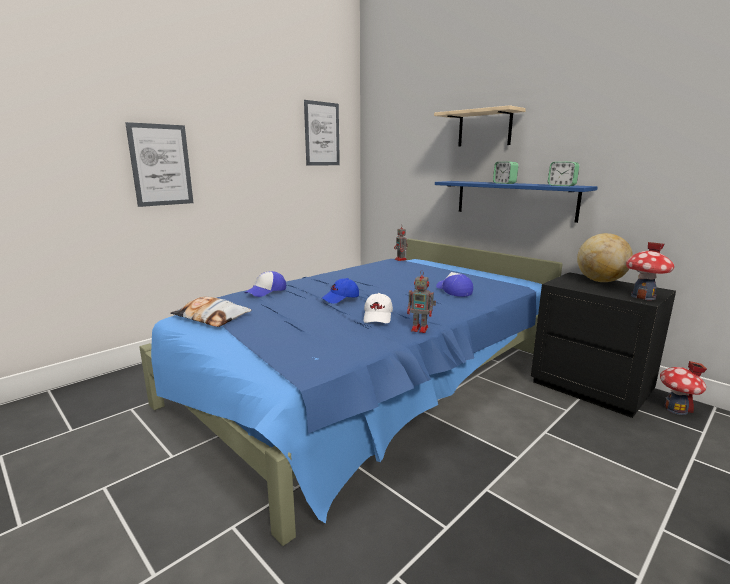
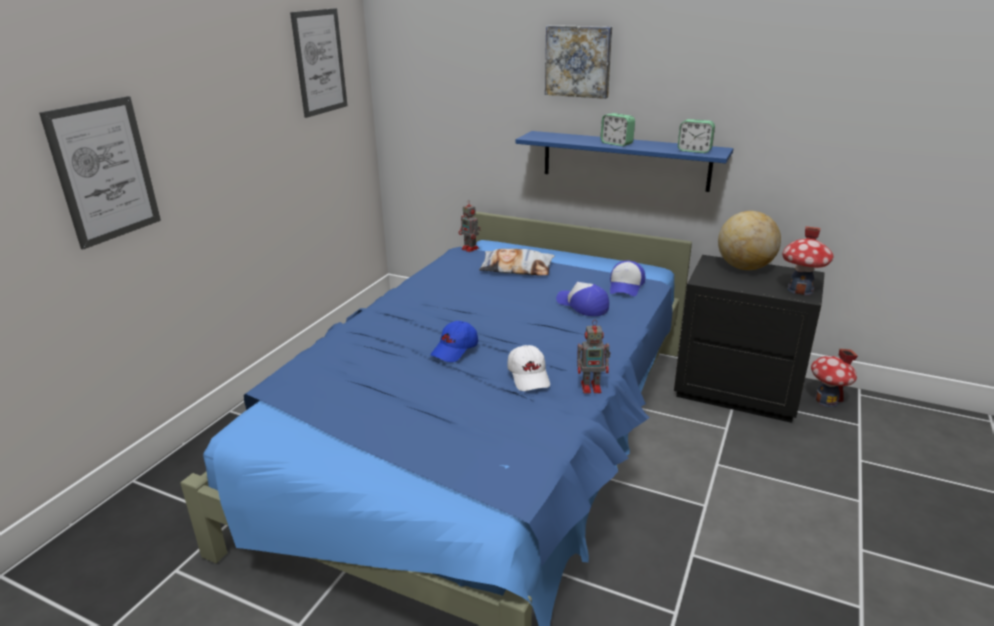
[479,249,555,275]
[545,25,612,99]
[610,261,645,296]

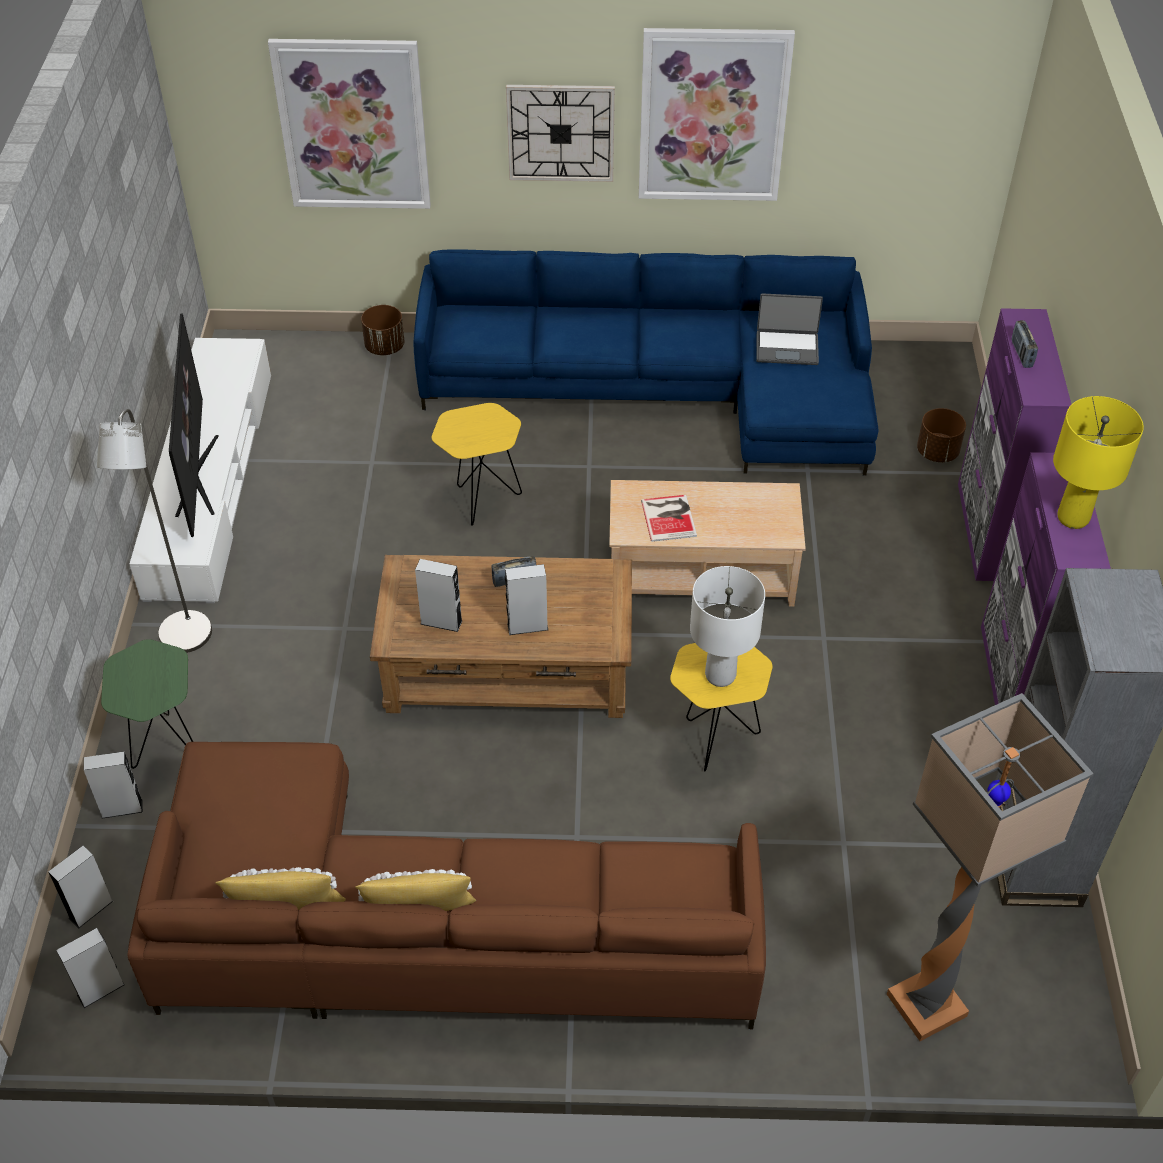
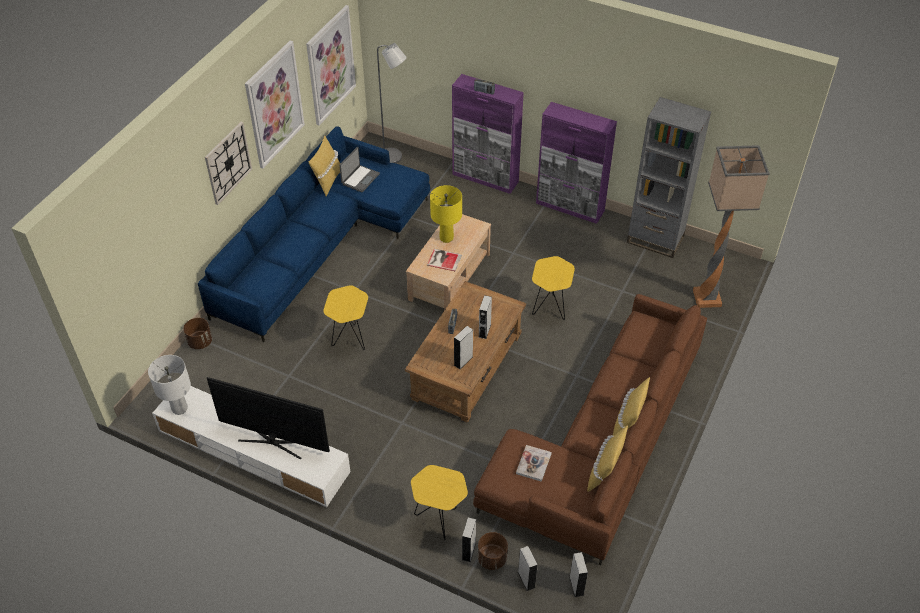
[148,355,191,415]
[306,5,356,125]
[308,136,340,196]
[377,43,407,163]
[411,465,468,540]
[430,185,462,243]
[478,532,508,570]
[516,445,552,482]

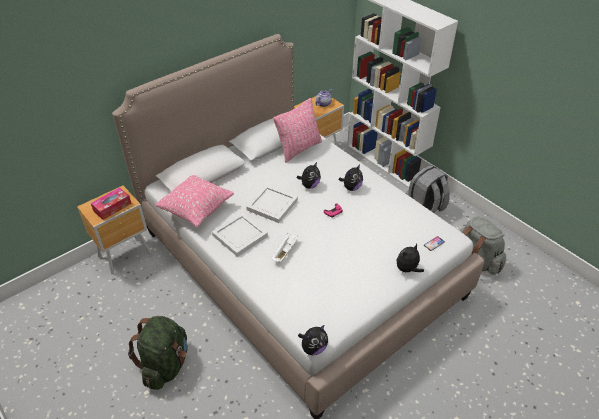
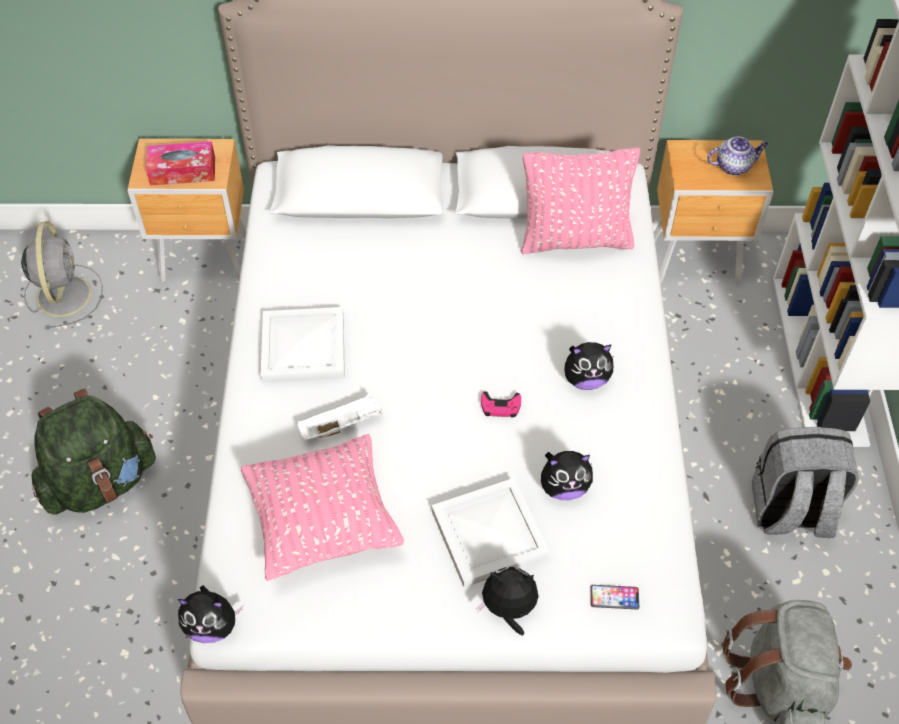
[21,221,103,329]
[241,434,404,581]
[432,478,550,588]
[541,451,593,500]

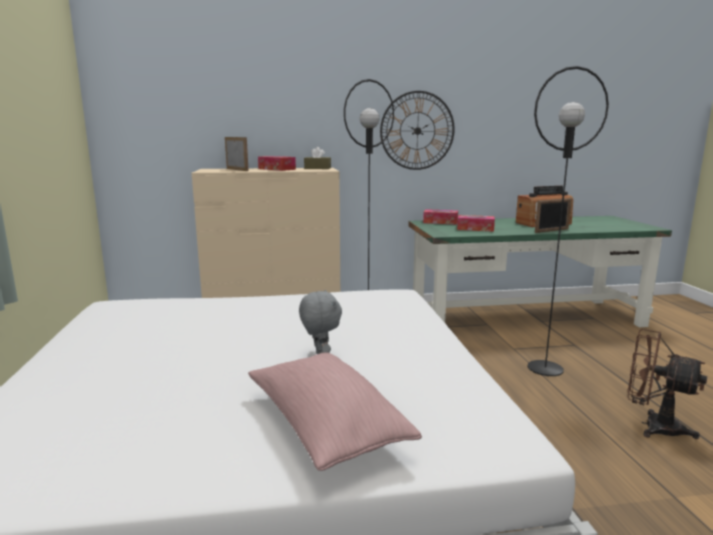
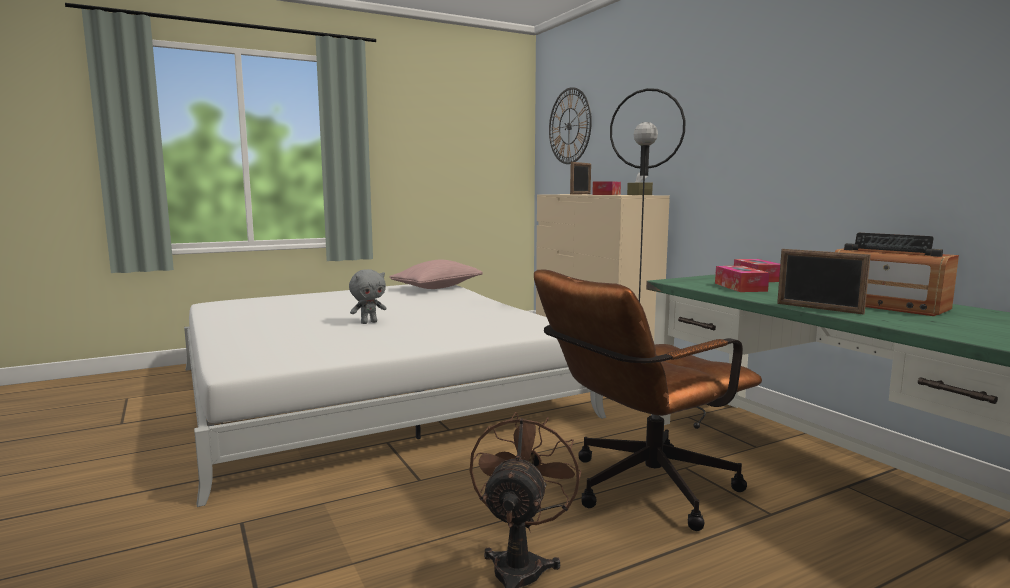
[390,260,483,289]
[534,270,762,531]
[549,87,592,164]

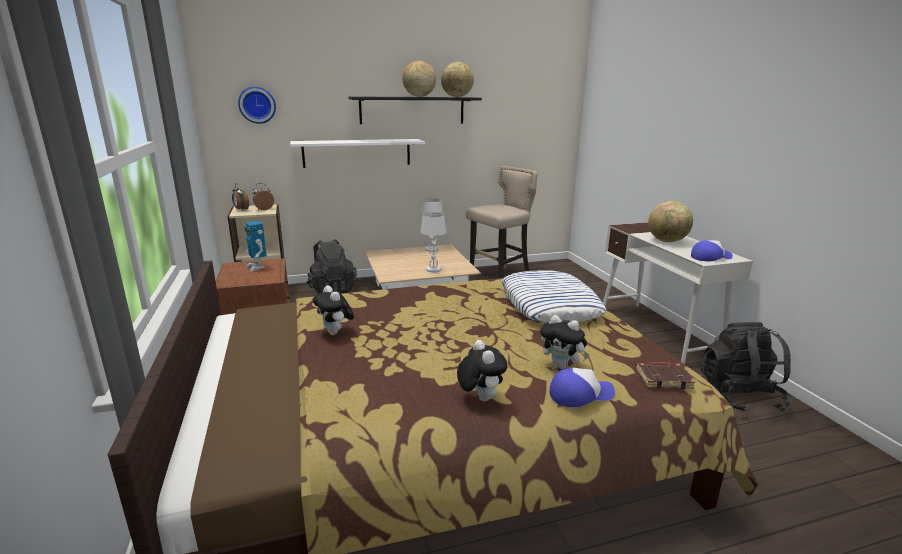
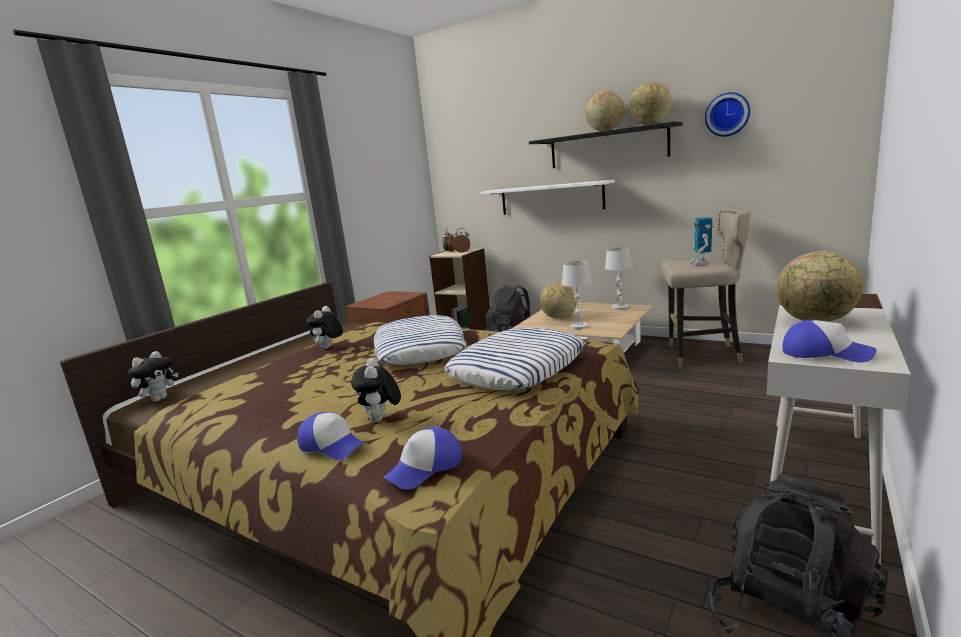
[128,351,178,402]
[374,315,466,365]
[383,427,462,490]
[540,282,577,319]
[689,217,712,265]
[705,92,750,137]

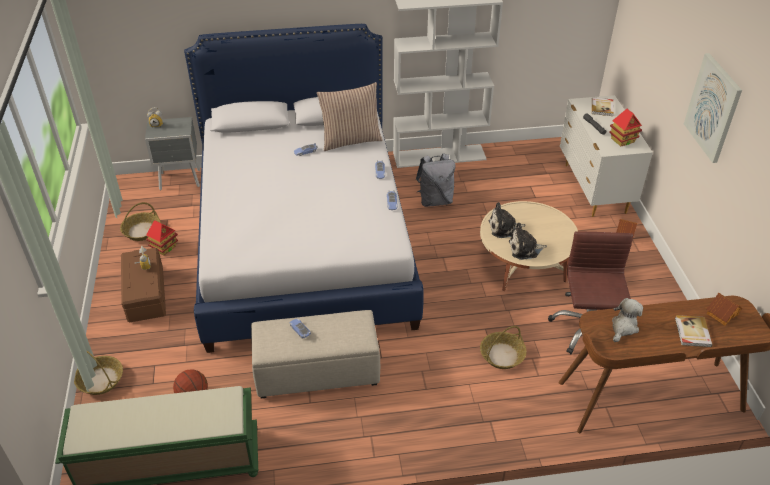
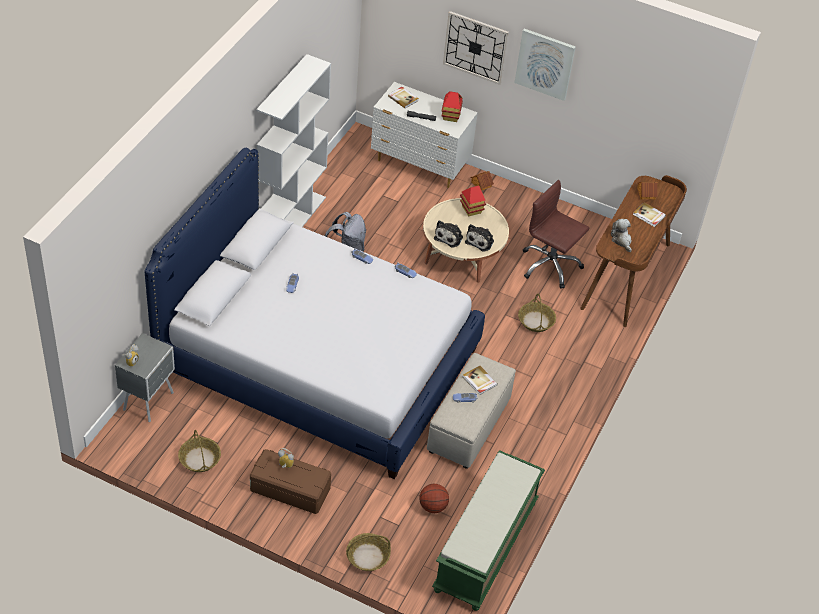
[443,11,509,85]
[460,186,486,216]
[463,366,498,395]
[317,82,383,151] (first image)

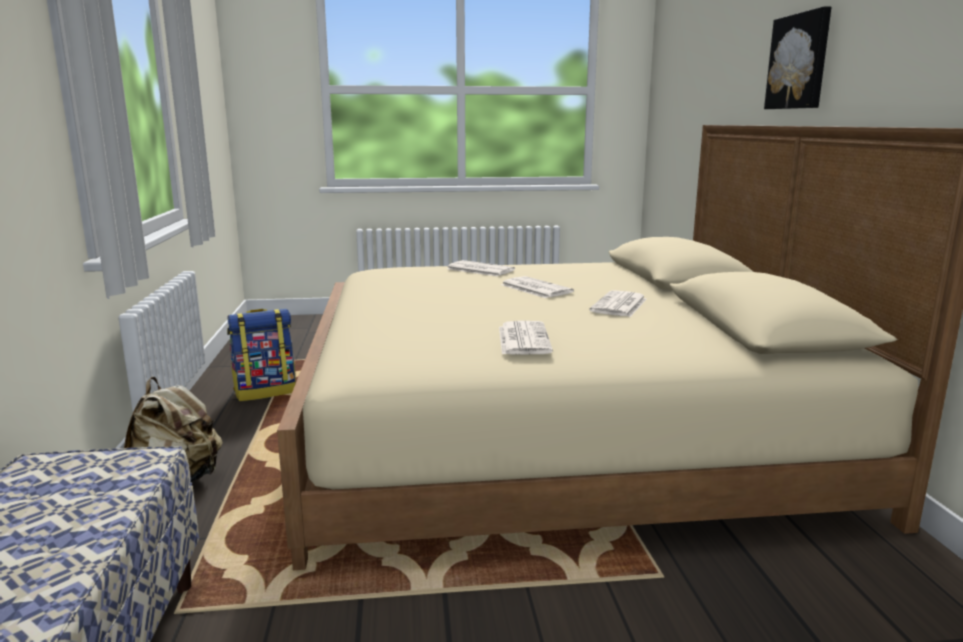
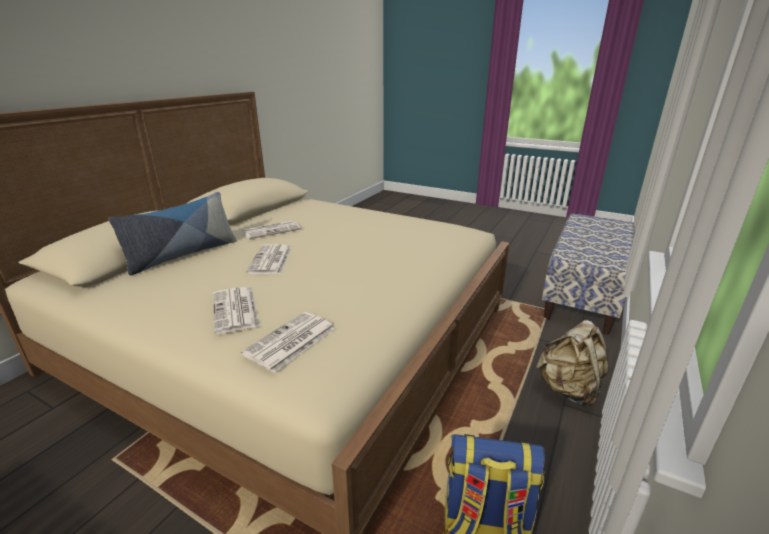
[108,192,237,275]
[241,312,335,373]
[764,6,831,109] (first image)

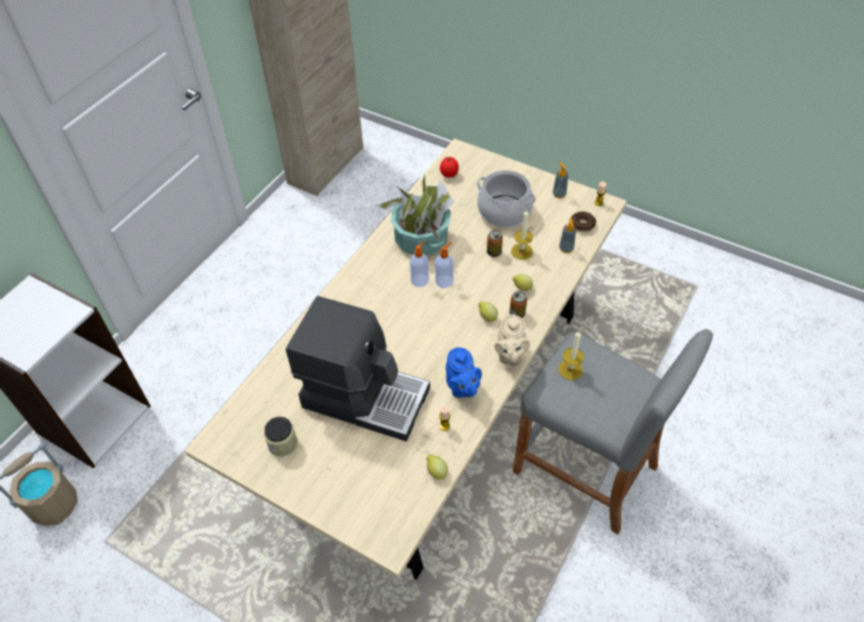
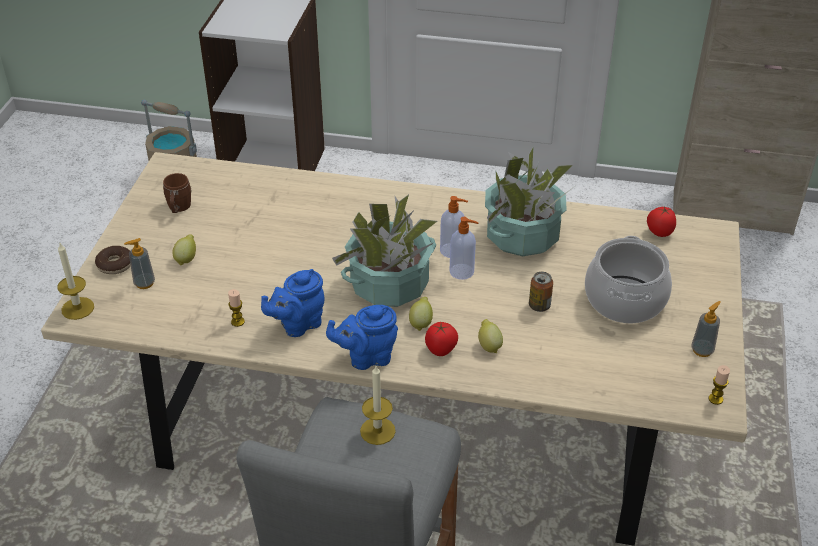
[57,243,94,320]
[95,246,131,274]
[124,238,155,289]
[163,173,192,213]
[172,234,196,265]
[326,305,398,370]
[332,194,437,307]
[425,322,458,356]
[286,296,430,442] (first image)

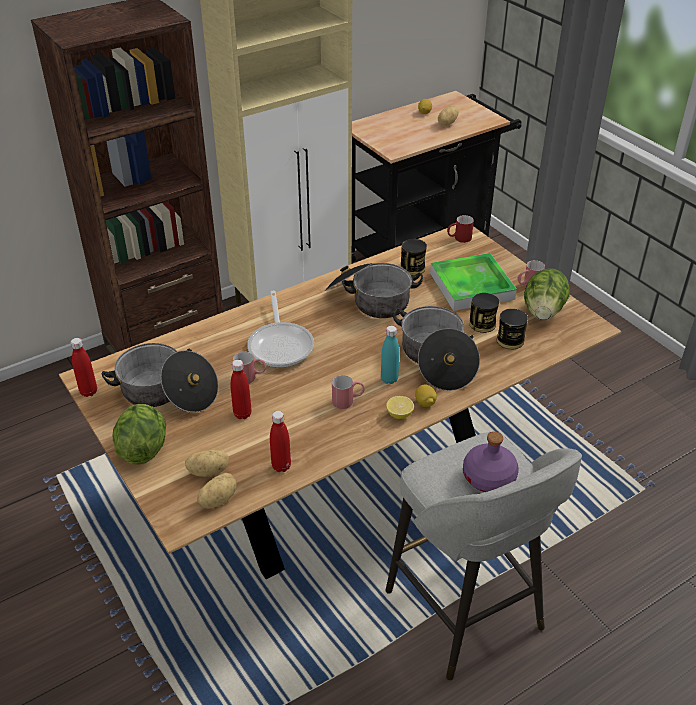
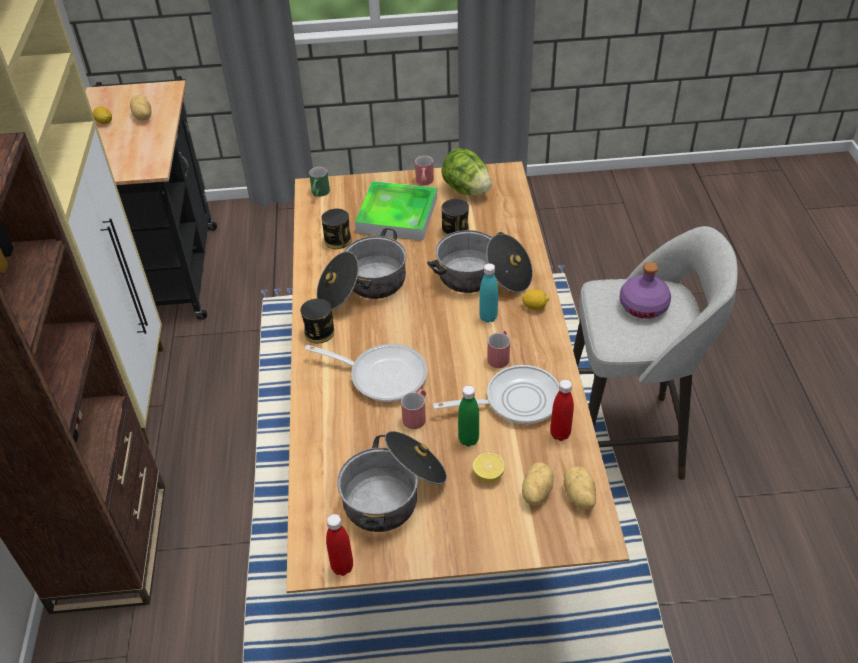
[300,299,334,343]
[309,167,330,196]
[433,365,560,424]
[458,385,479,447]
[473,453,505,482]
[112,404,166,465] (first image)

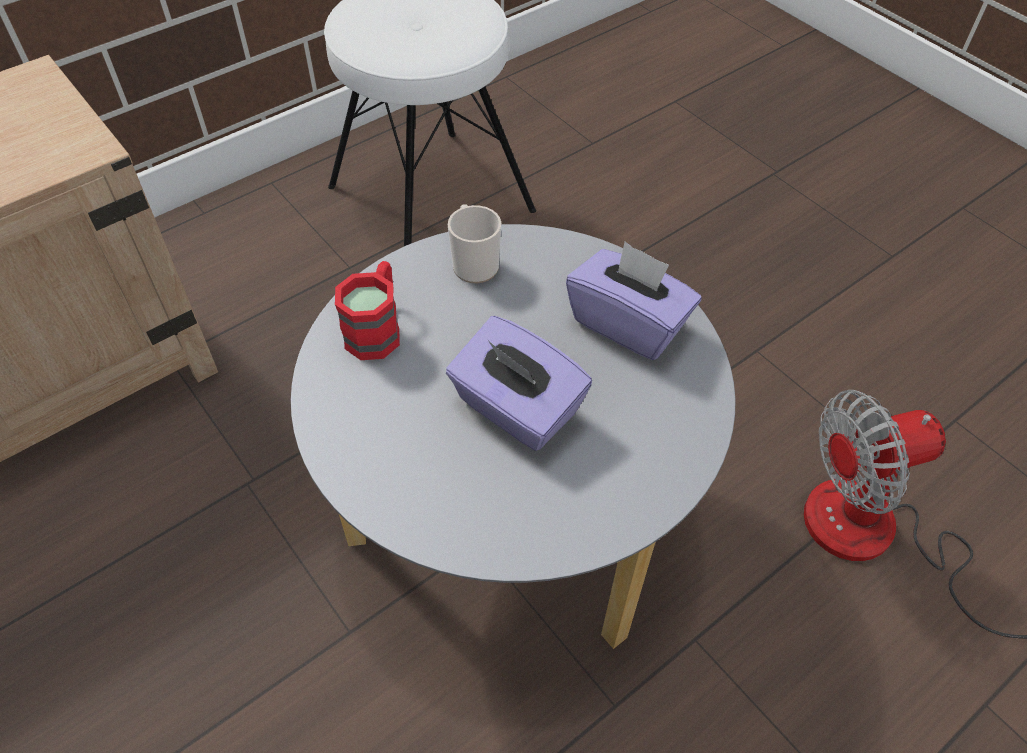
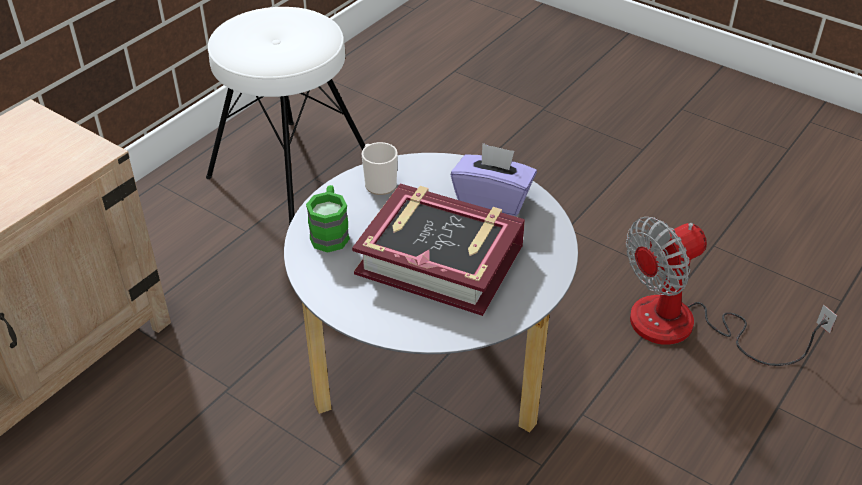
[306,185,350,253]
[352,183,525,316]

